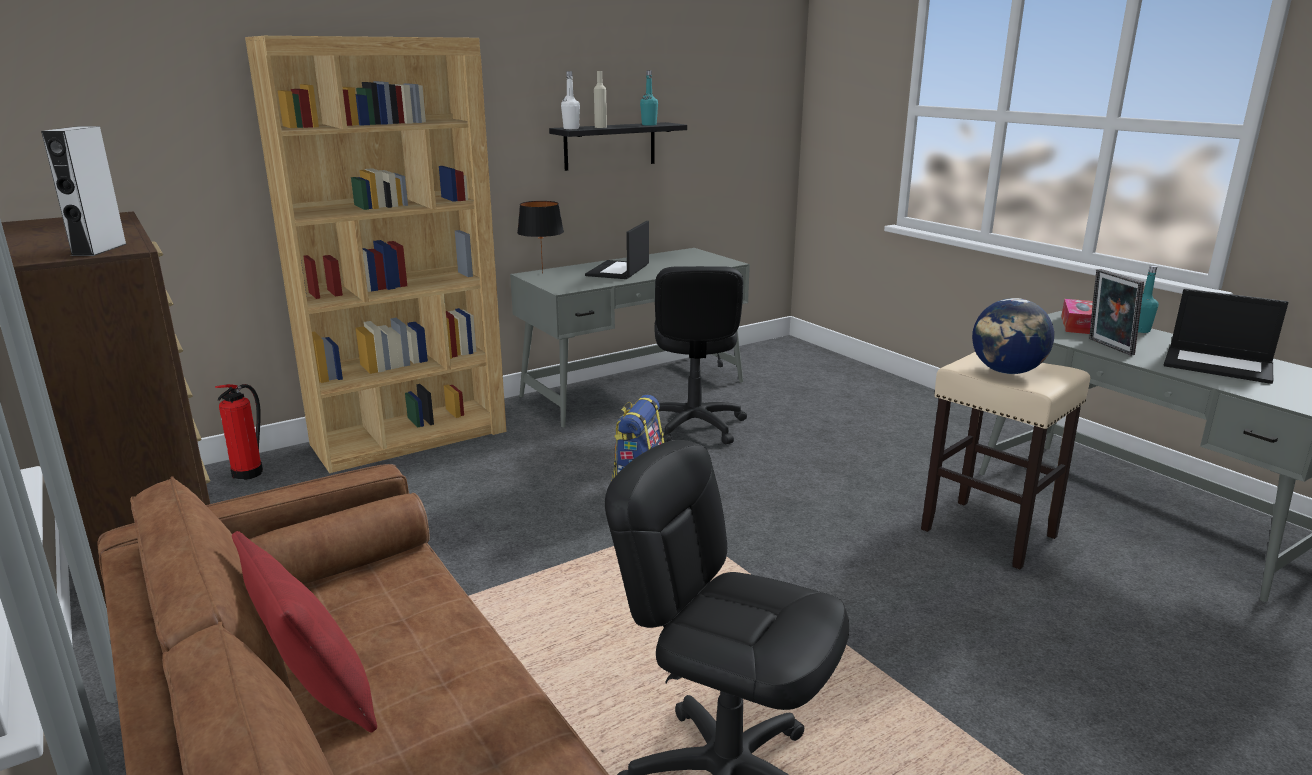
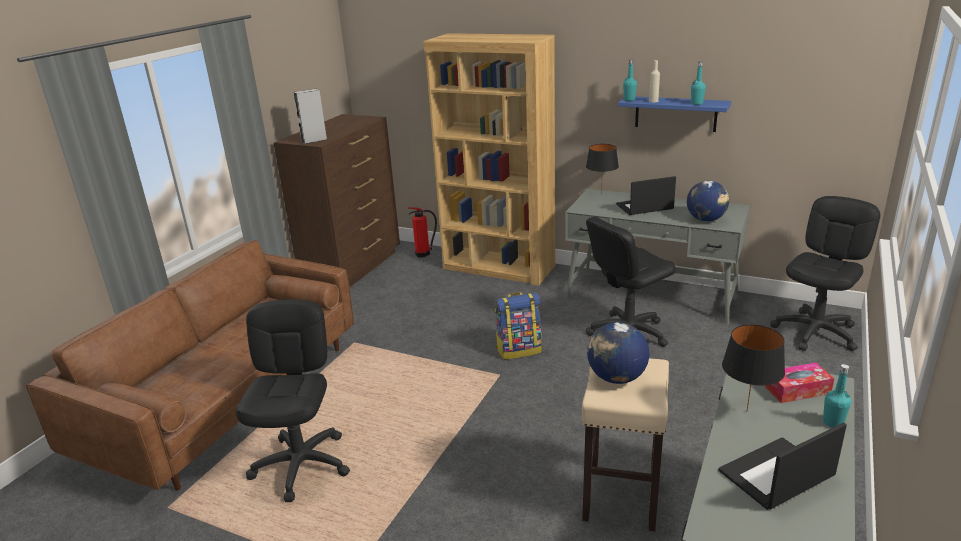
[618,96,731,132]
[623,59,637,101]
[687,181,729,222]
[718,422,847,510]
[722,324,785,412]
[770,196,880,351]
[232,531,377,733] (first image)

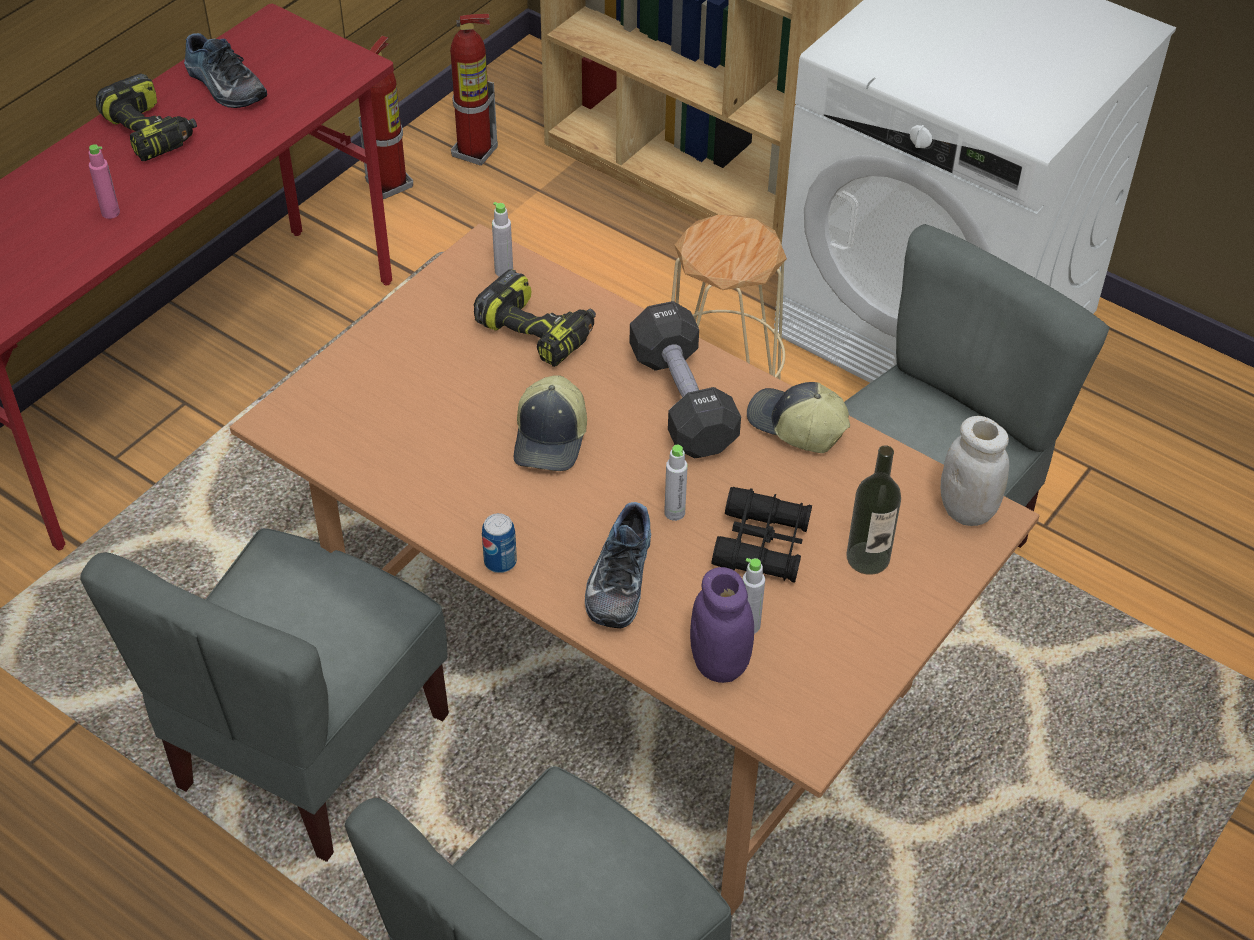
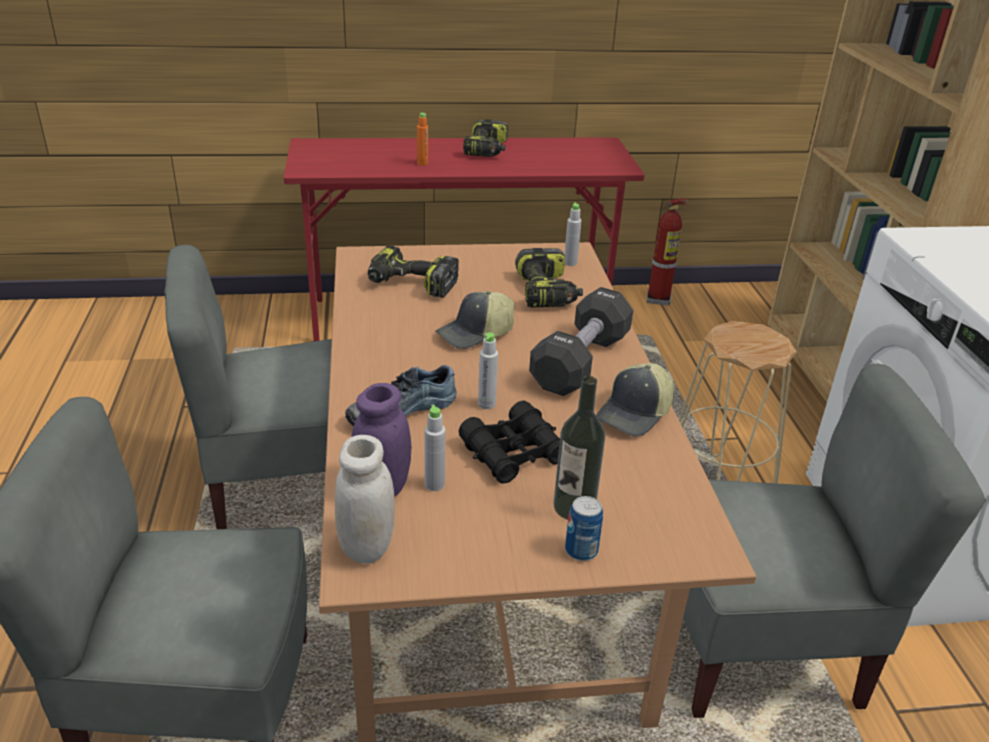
[335,435,395,564]
[368,246,459,298]
[417,113,428,166]
[565,496,603,561]
[596,363,674,436]
[184,33,267,108] (first image)
[450,14,498,166] (first image)

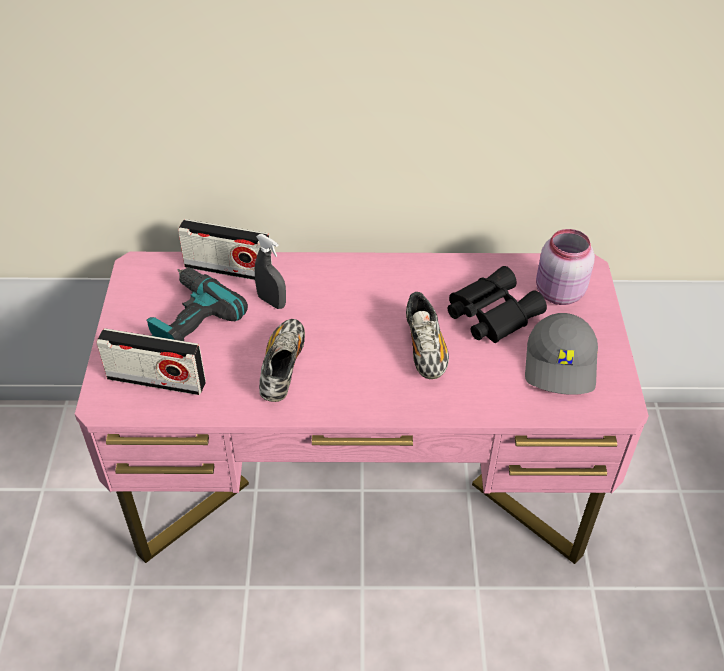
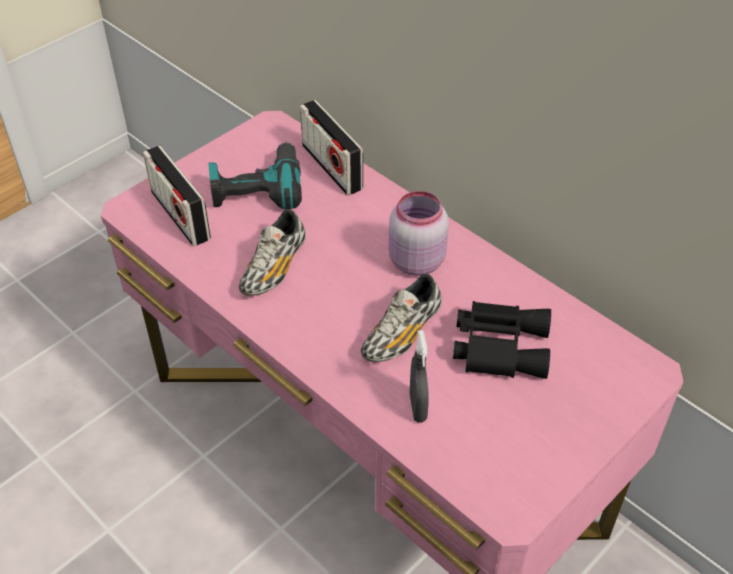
[239,209,306,296]
[389,191,449,276]
[410,330,429,423]
[525,313,598,395] (first image)

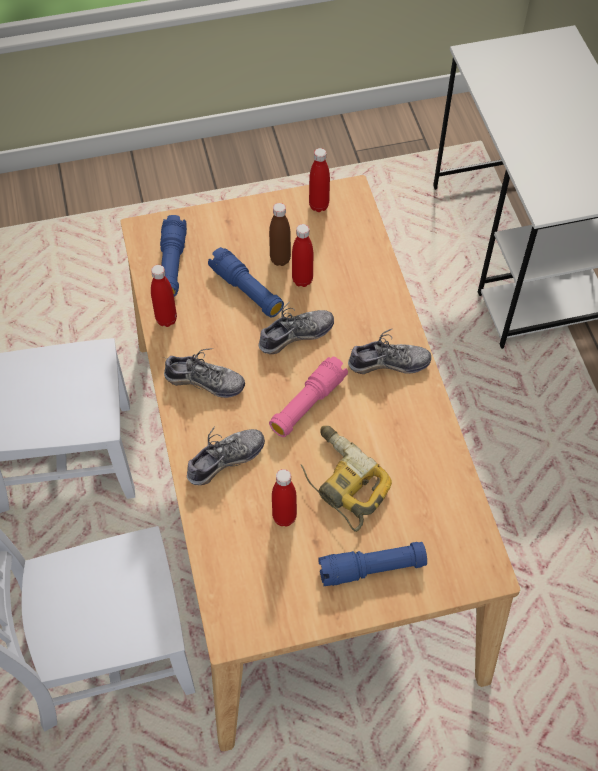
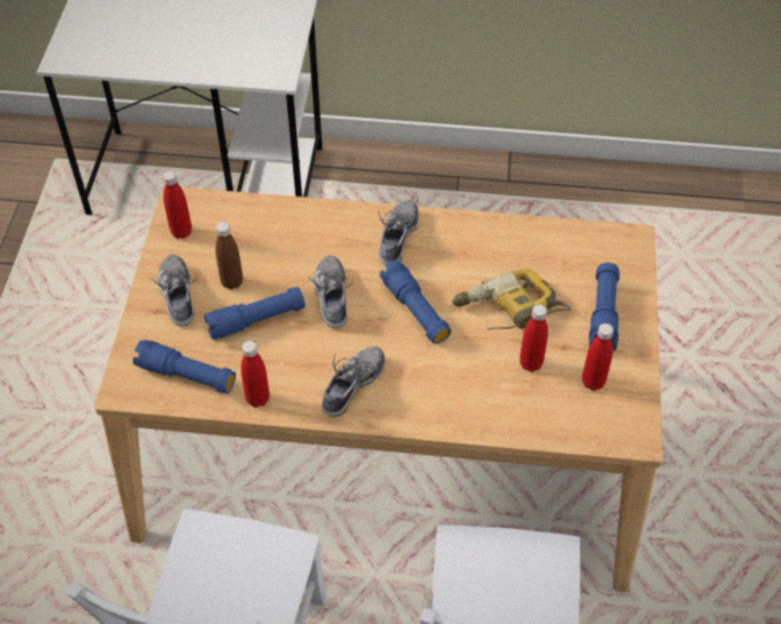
[151,255,197,326]
[380,260,451,344]
[582,323,614,391]

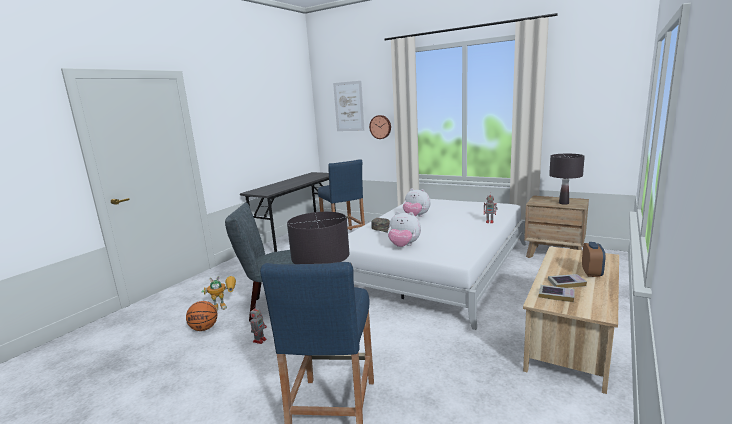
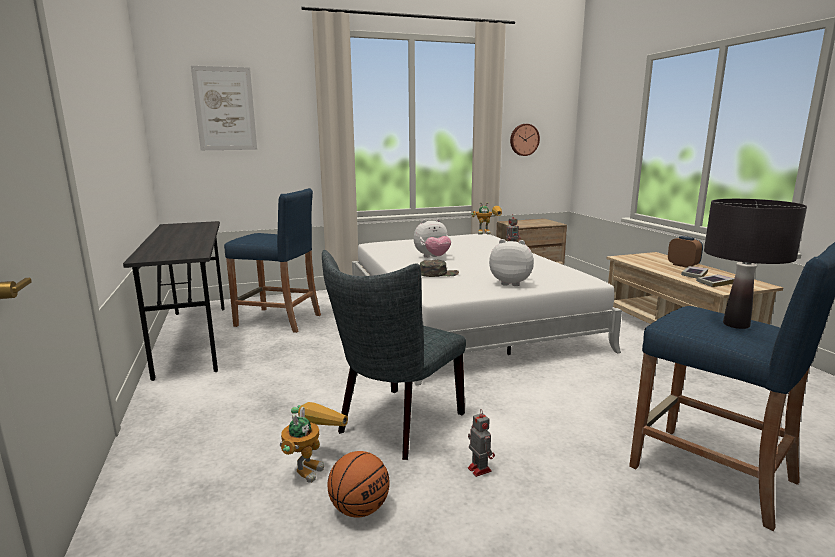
[471,202,502,235]
[489,239,534,286]
[510,124,540,156]
[549,154,585,205] (first image)

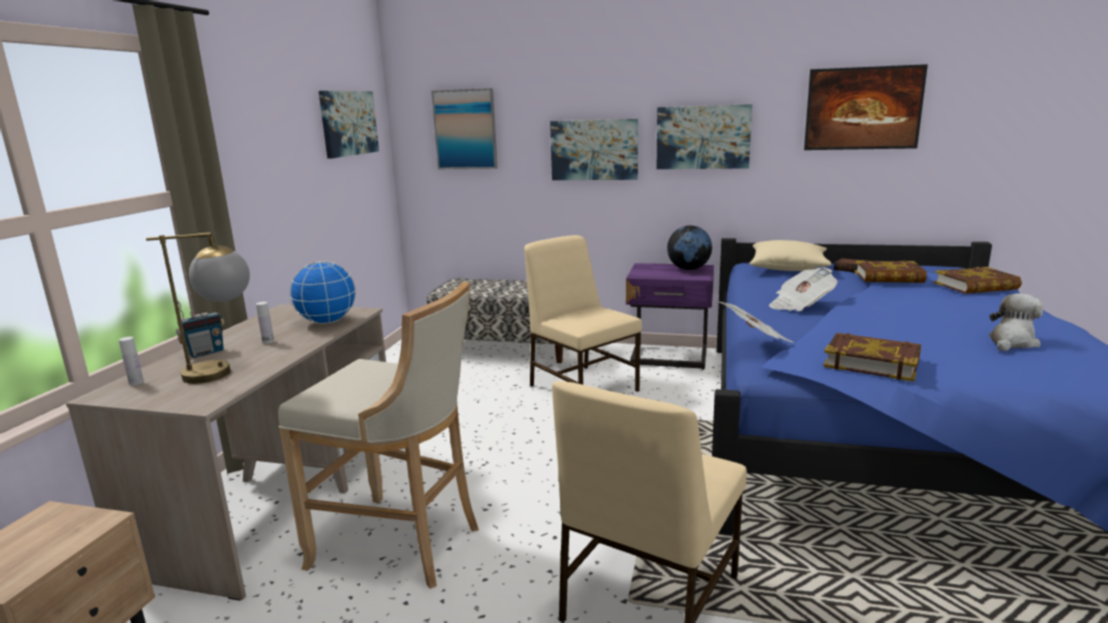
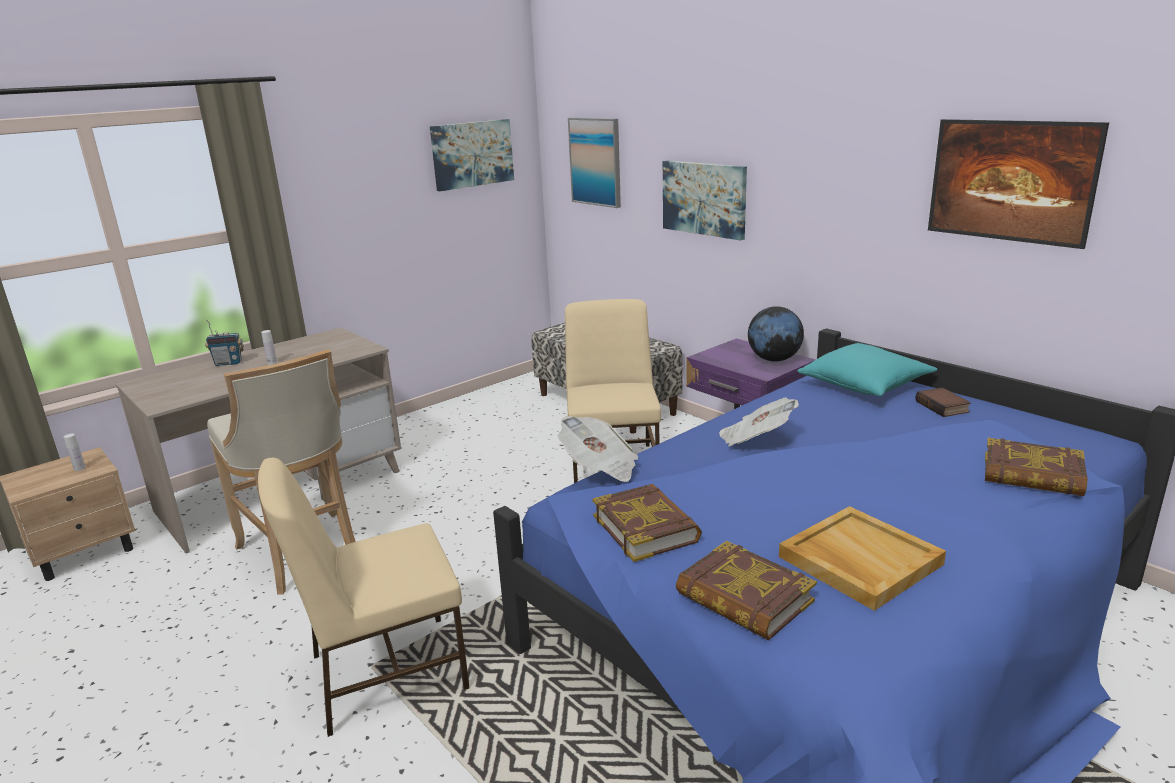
[64,434,85,471]
[676,541,817,640]
[779,506,946,611]
[797,343,938,396]
[146,232,250,384] (first image)
[290,261,356,324] (first image)
[657,104,752,169] (first image)

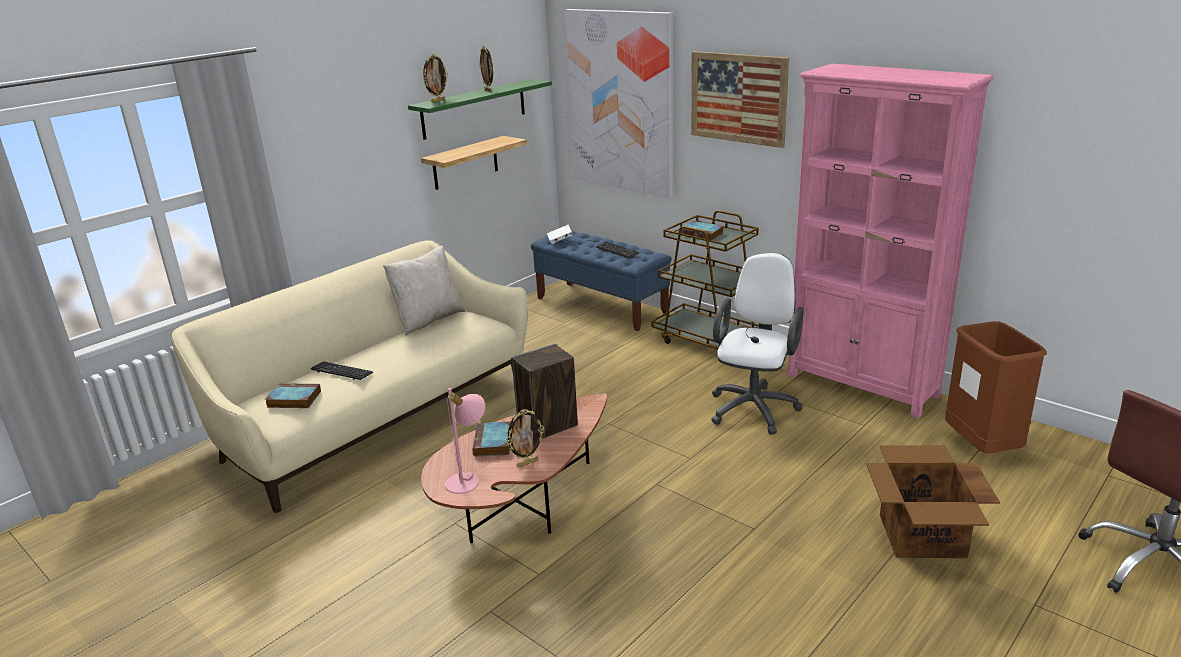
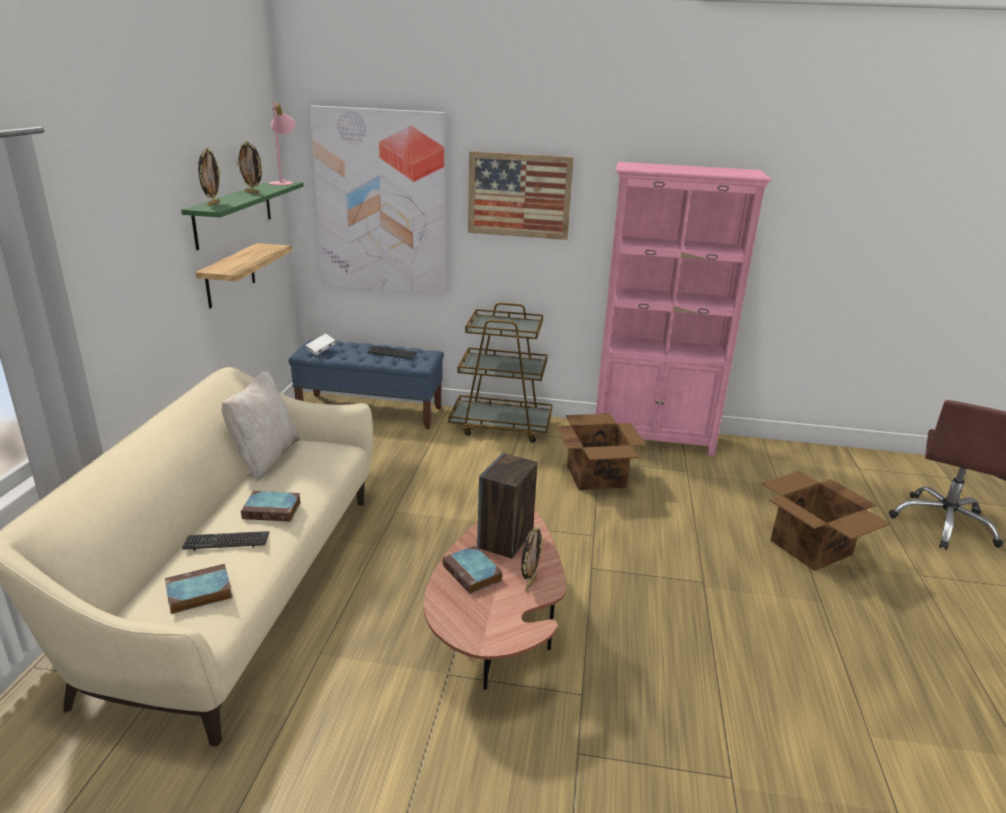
[241,491,301,522]
[269,101,295,186]
[557,414,646,490]
[945,321,1047,453] (first image)

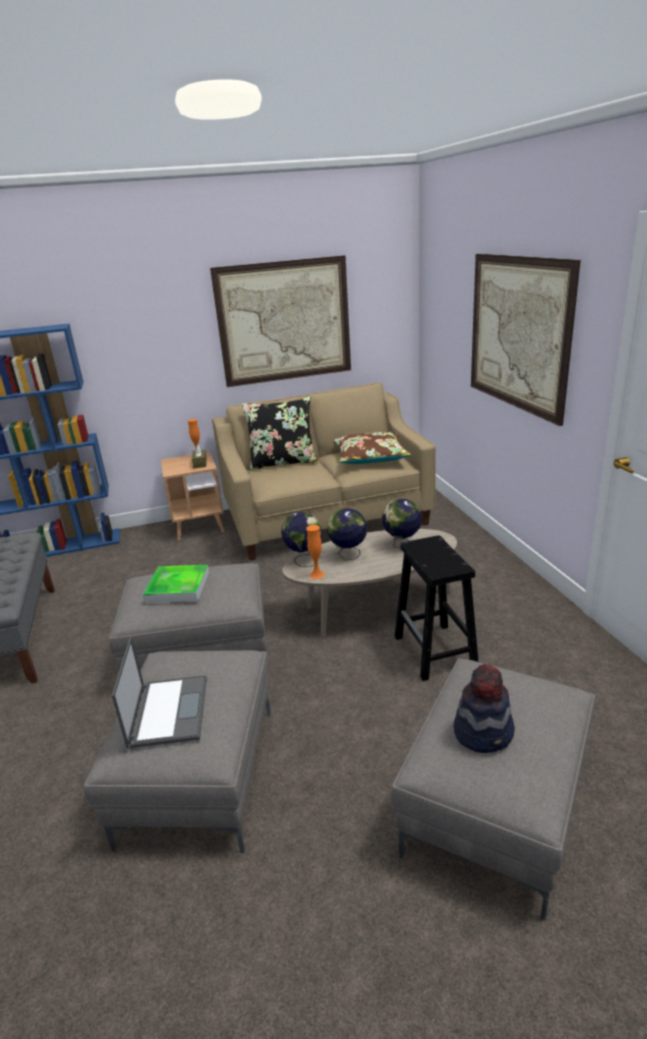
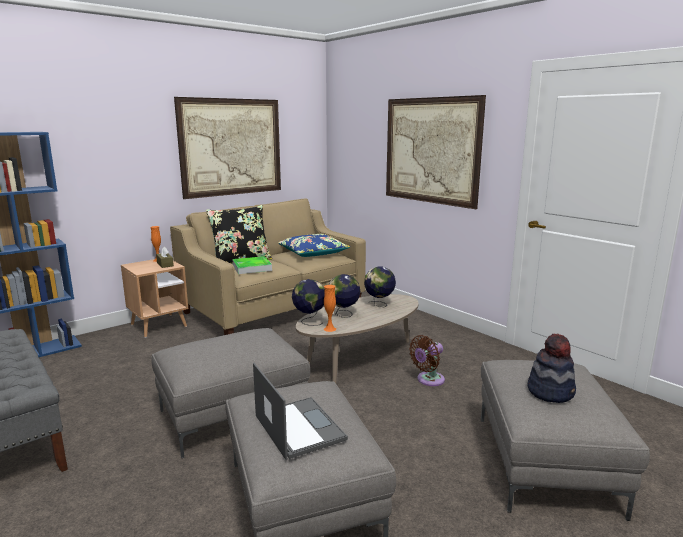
[233,256,272,274]
[278,234,350,257]
[409,335,445,386]

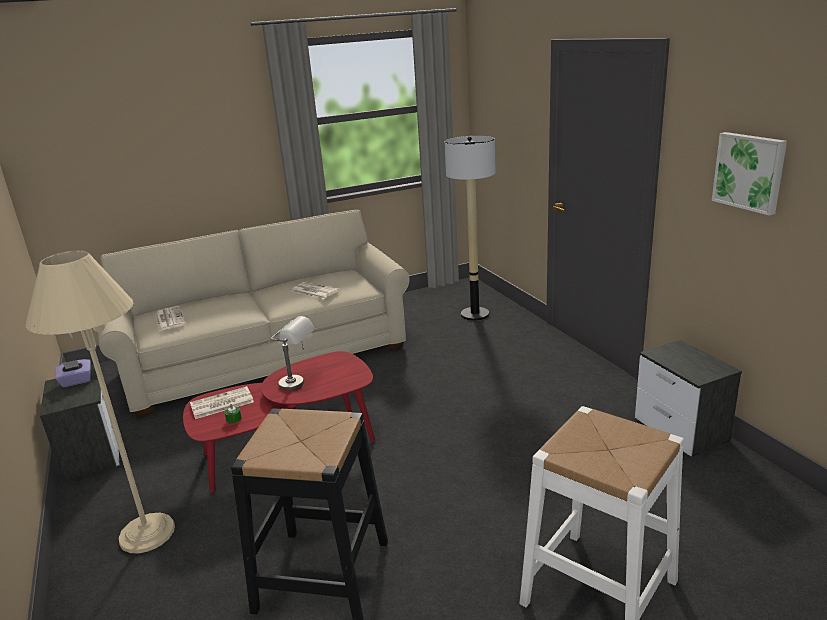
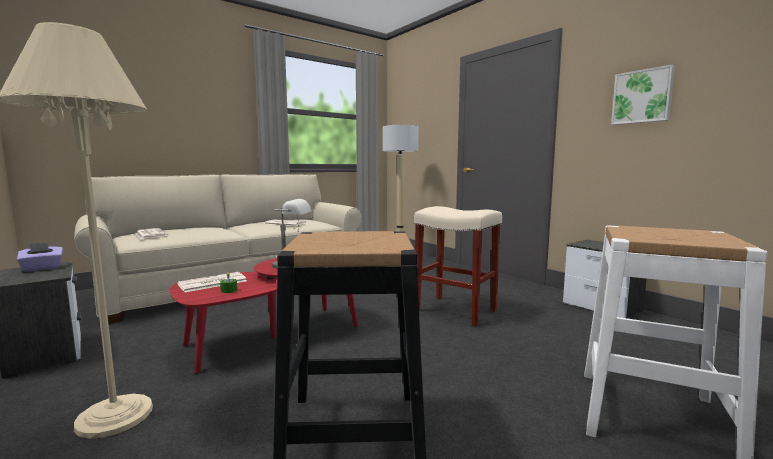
[414,206,502,327]

